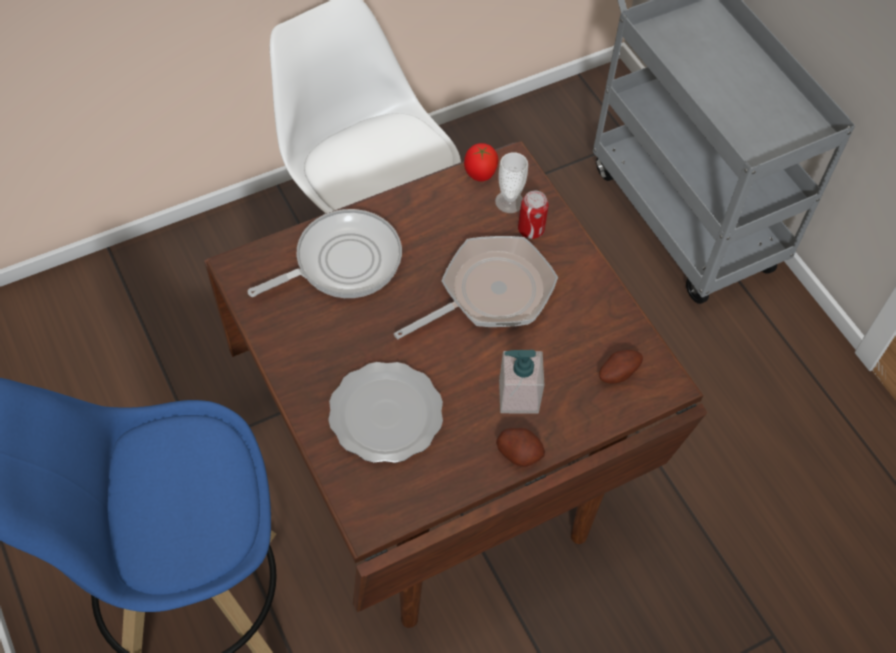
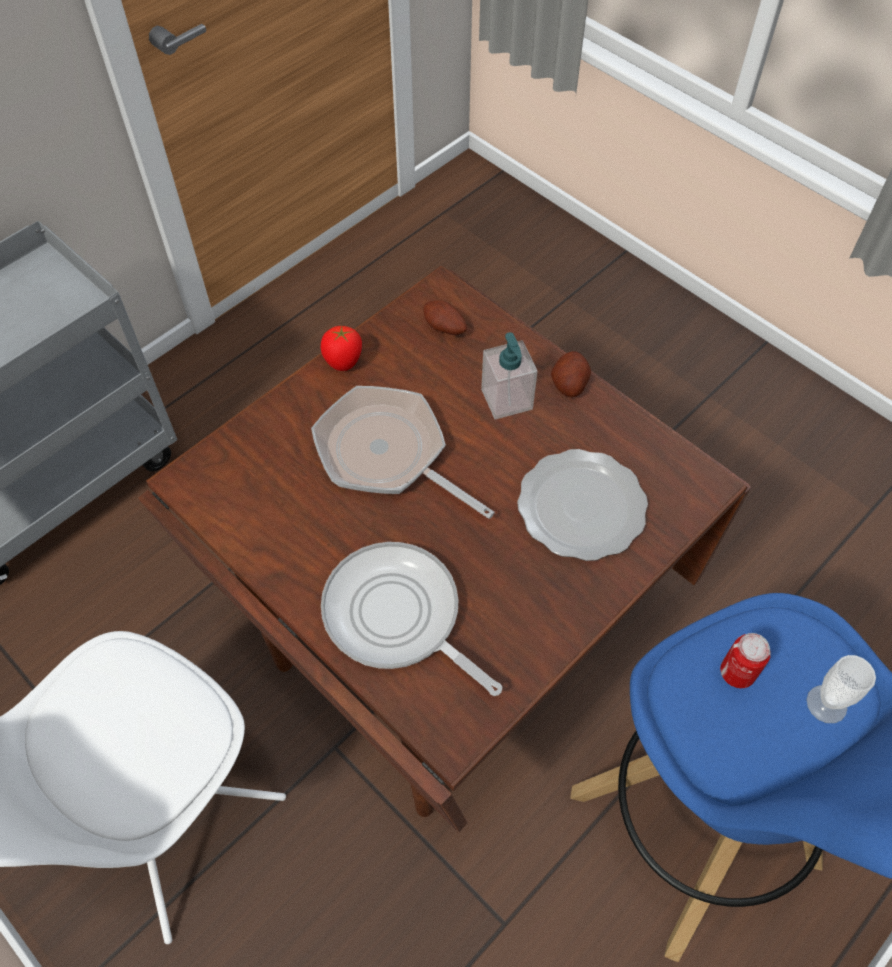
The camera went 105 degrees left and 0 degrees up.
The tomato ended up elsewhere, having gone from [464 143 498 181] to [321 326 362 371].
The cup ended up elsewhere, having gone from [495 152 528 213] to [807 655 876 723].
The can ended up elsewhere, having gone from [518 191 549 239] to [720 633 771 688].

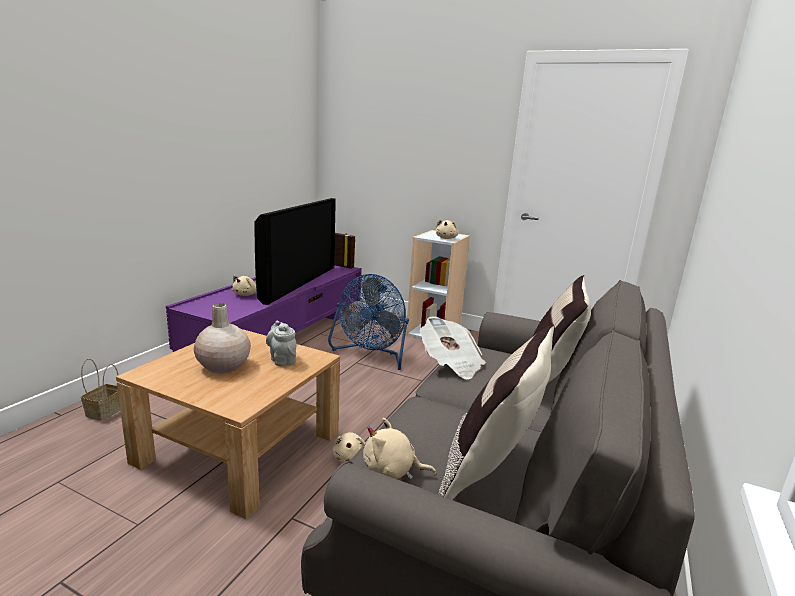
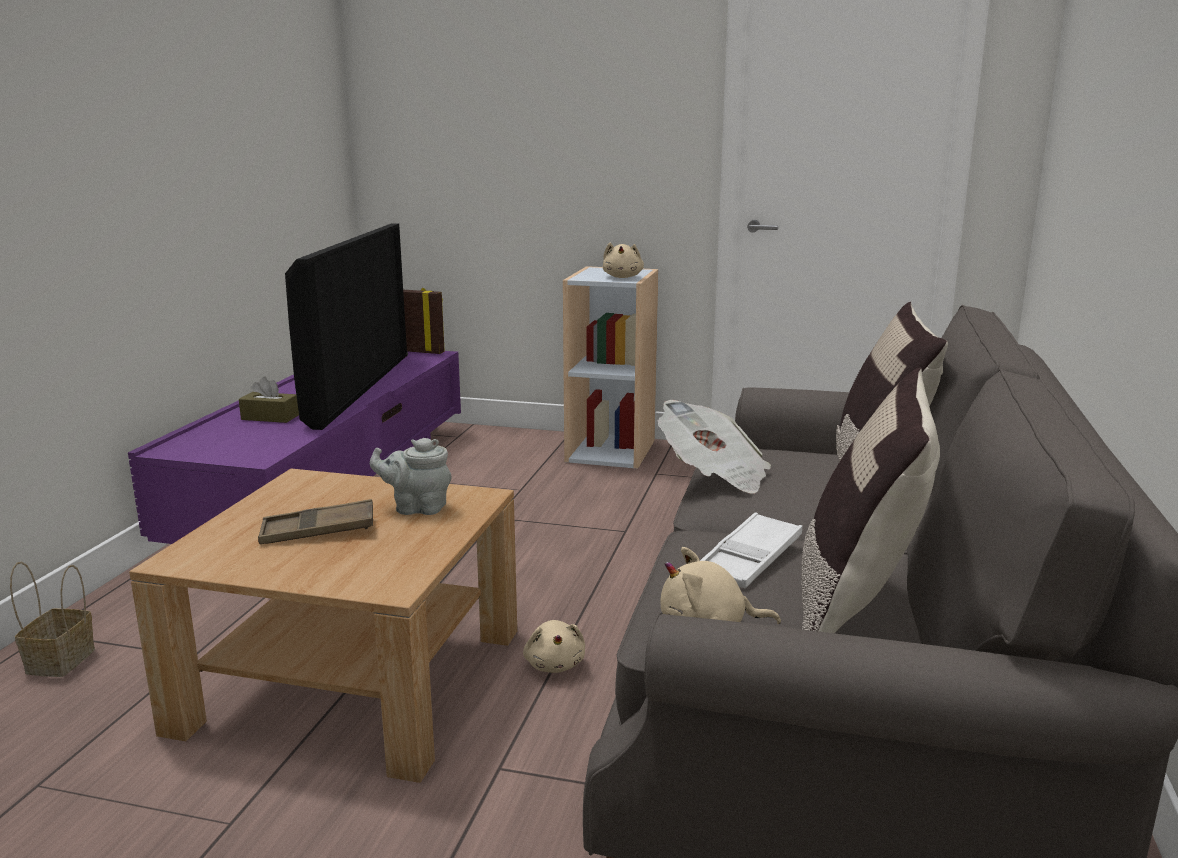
The camera went 10 degrees left and 0 degrees up.
Where the beige vase stood at [194 303 251 373], the brown tray came to stand at [258 499 373 544].
Where the beige plush toy stood at [232 275 257 296], the brown tissue box came to stand at [239 377 299 423].
The grey teapot at [266 320 297 366] ended up facing another way, 45 degrees counterclockwise from before.
The second view lost the blue fan at [328 274 409 370].
The second view gained the white tray at [700 512 802 588].

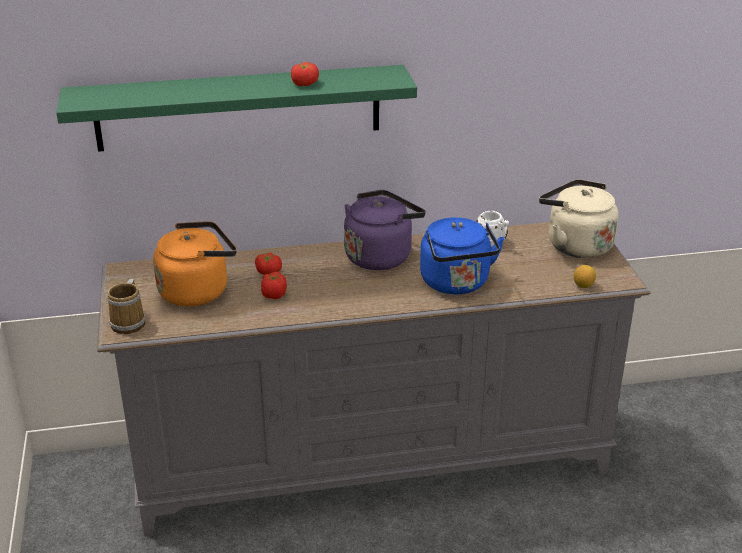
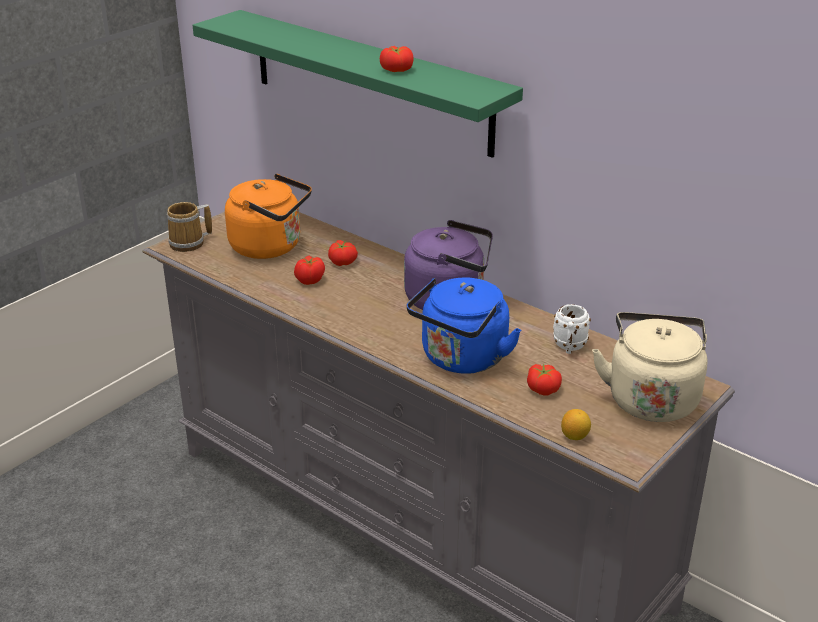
The camera went 50 degrees right and 0 degrees up.
The second view gained the tomato at [527 364 562 396].

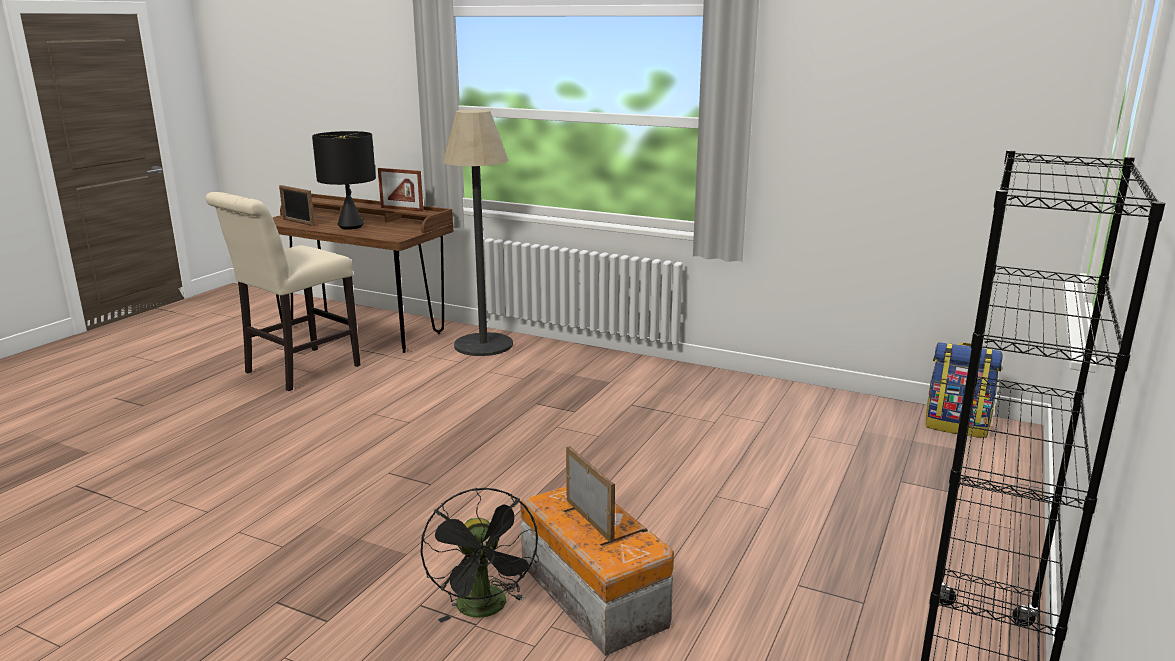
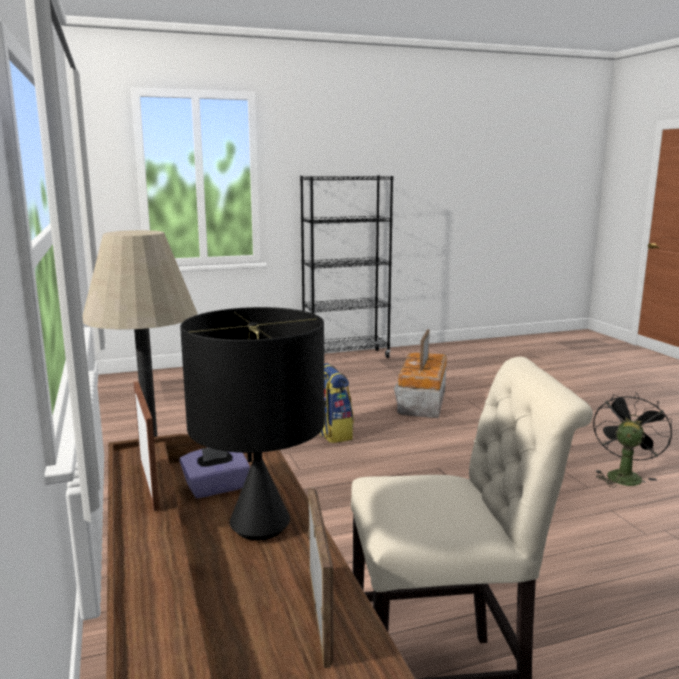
The camera went 135 degrees left and 5 degrees down.
The black fan ended up elsewhere, having gone from [420 487 539 623] to [593 393 672 487].
The backpack ended up elsewhere, having gone from [926 342 1003 438] to [320 363 354 443].
The second view gained the purple tissue box at [180 448 250 498].

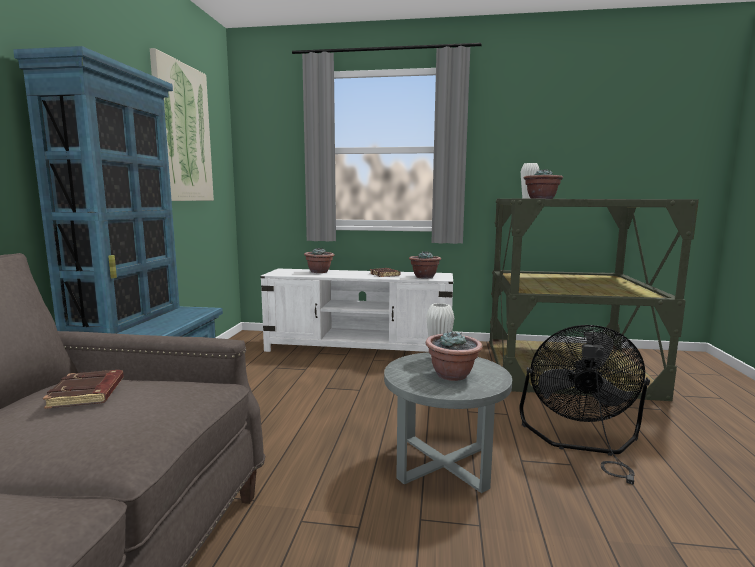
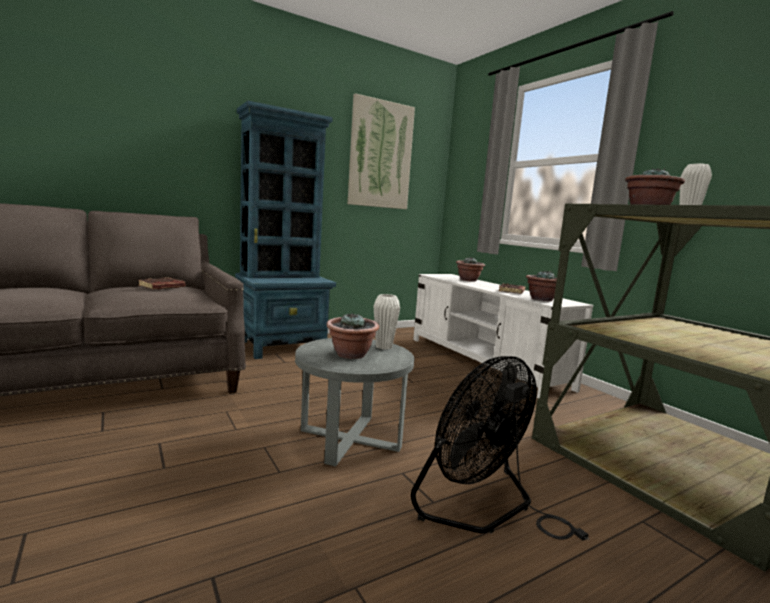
The camera went 50 degrees right and 0 degrees up.
The black fan at [520 325 650 485] ended up facing another way, 105 degrees counterclockwise from before.

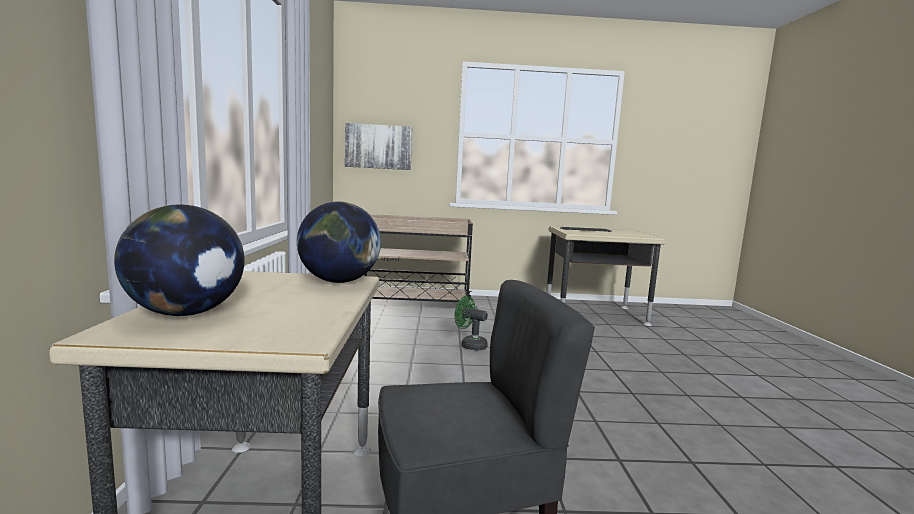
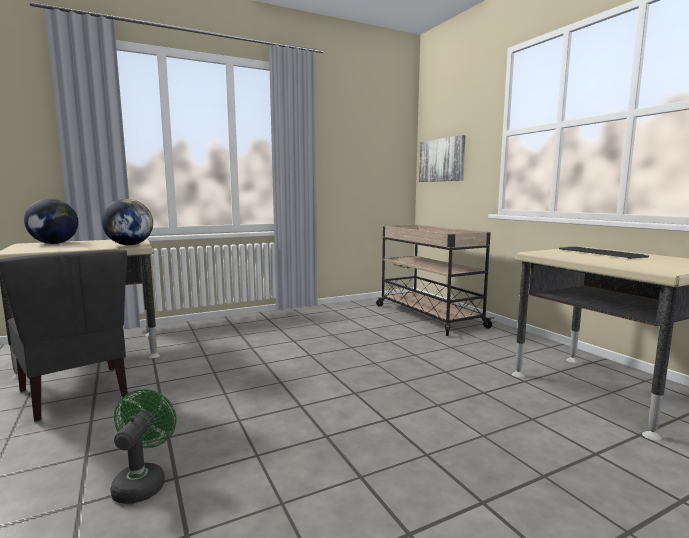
The camera went 65 degrees right and 0 degrees up.
The green fan ended up elsewhere, having gone from [455 296 488 351] to [110 389 177 504].

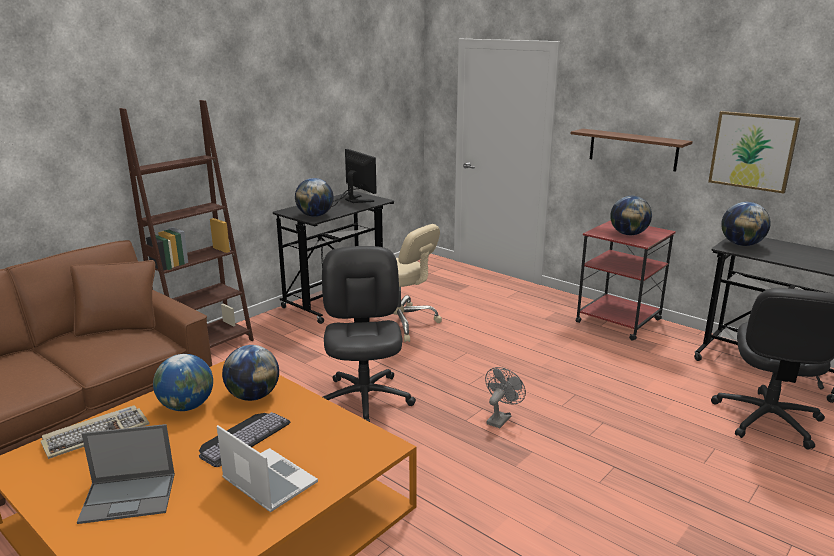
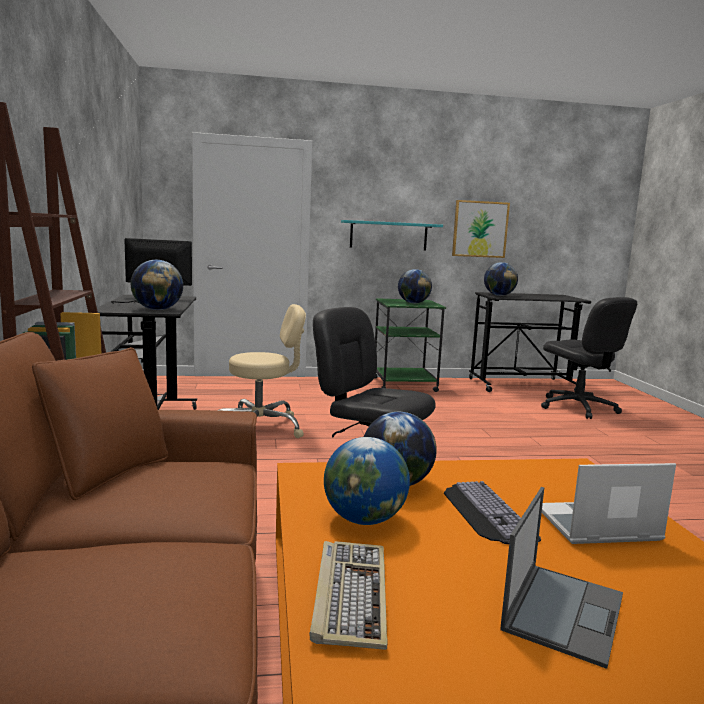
The camera went 50 degrees left and 10 degrees down.
The second view lost the grey fan at [485 367 526 428].
What was the brown shelf at [571 129 693 172] turned into the turquoise shelf at [341 220 443 251].
What was the red cart at [576 220 676 341] turned into the green cart at [374 298 446 392].

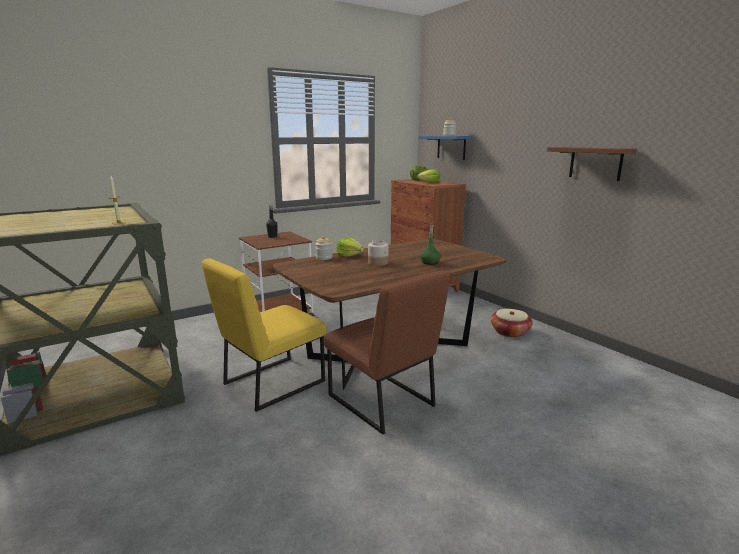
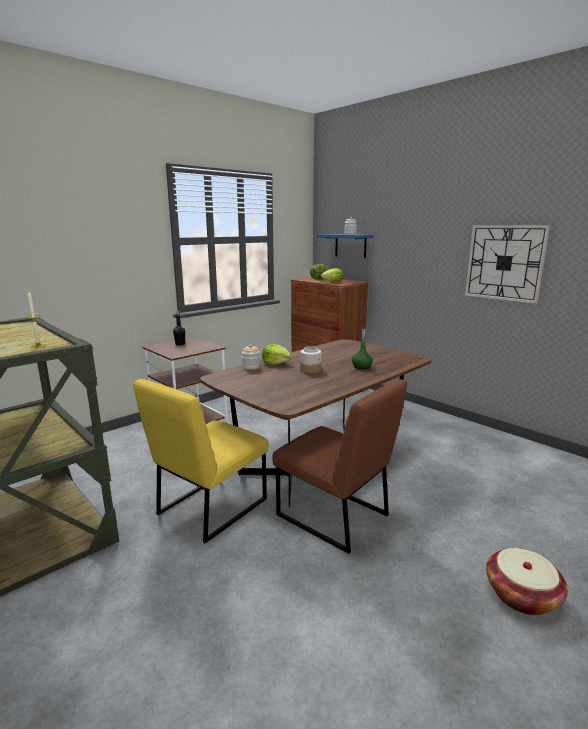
The camera went 10 degrees left and 0 degrees up.
The basket ended up elsewhere, having gone from [491 309 533 338] to [486 548 568 615].
Where the brown shelf hung at [547 147 637 181], the wall clock came to hang at [465 225 550 304].

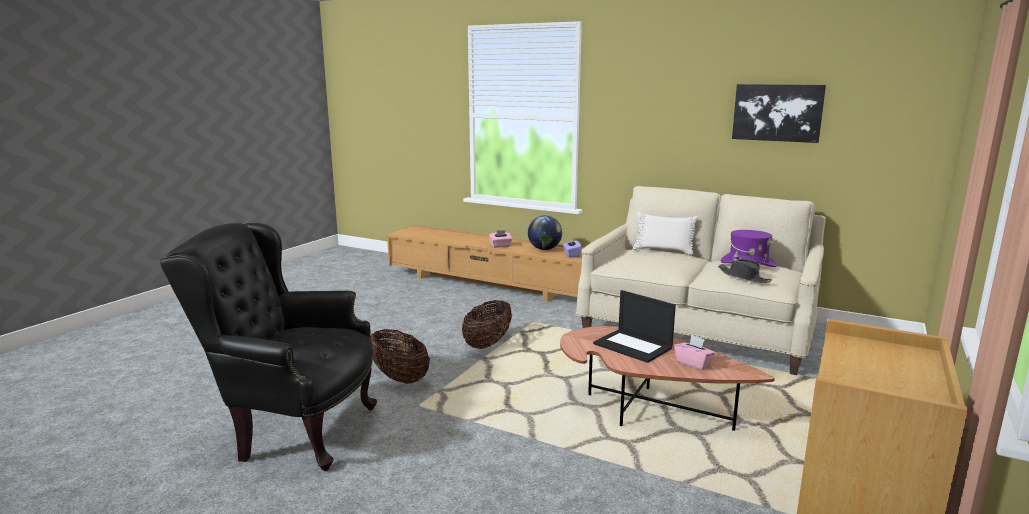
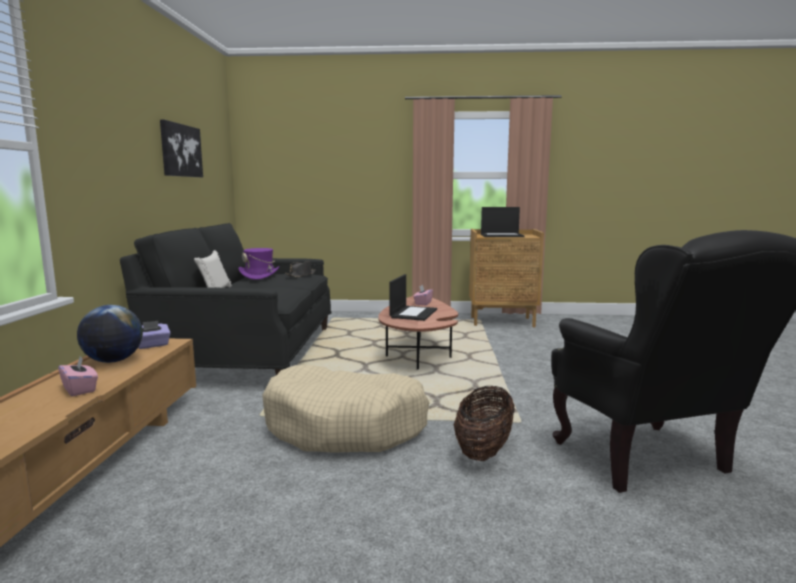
The camera went 115 degrees left and 5 degrees down.
Where the basket stood at [462 300 512 349], the beige dog bed came to stand at [262 365 429 453].
What was the beige sofa at [576 186 826 375] turned into the black sofa at [120 223 332 375].
The second view gained the laptop at [481 207 525 237].

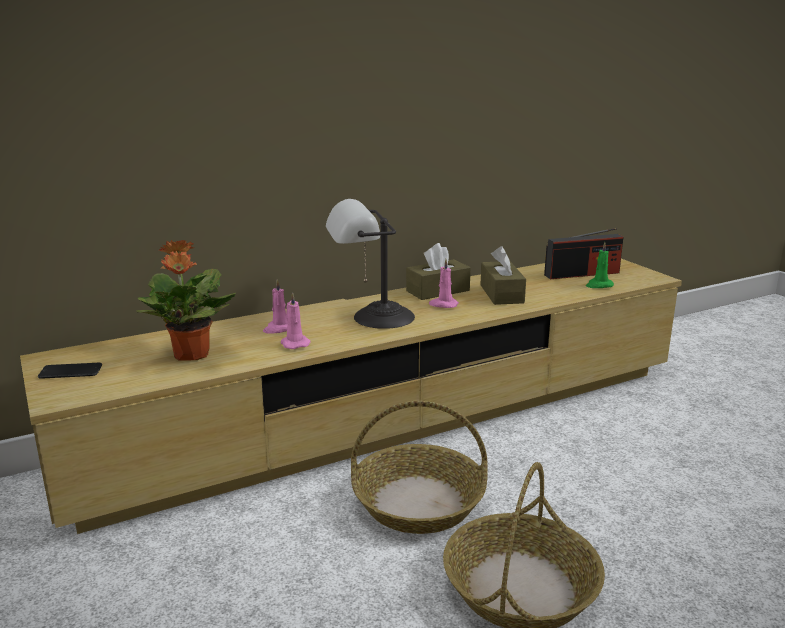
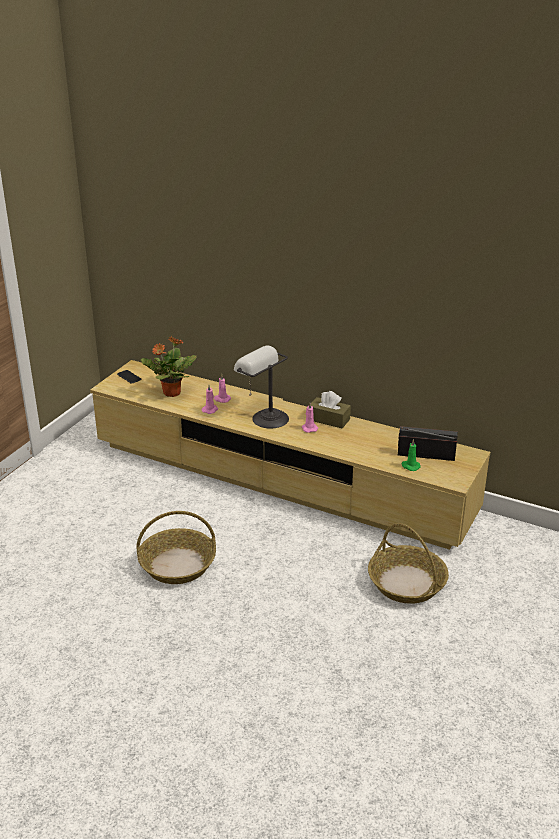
The camera went 55 degrees right and 10 degrees up.
The basket ended up elsewhere, having gone from [351 400 488 534] to [368 523 449 604].
The second view lost the brown tissue box at [480 246 526 305].
The radio at [544 228 623 279] ended up facing another way, 150 degrees clockwise from before.

